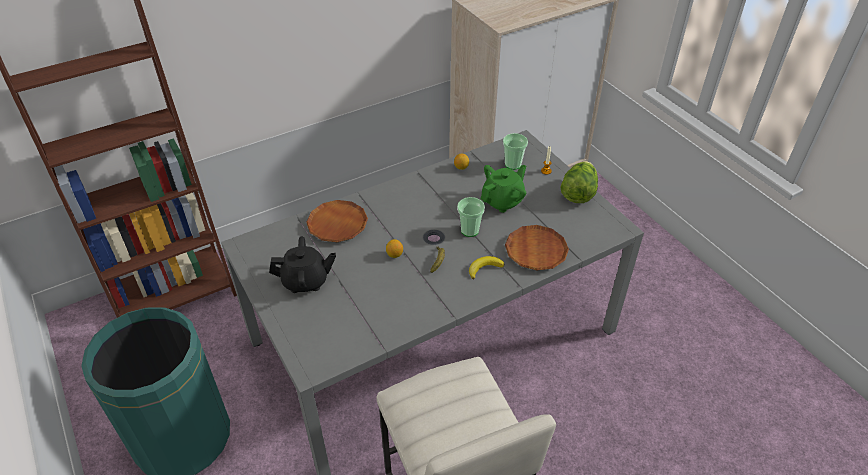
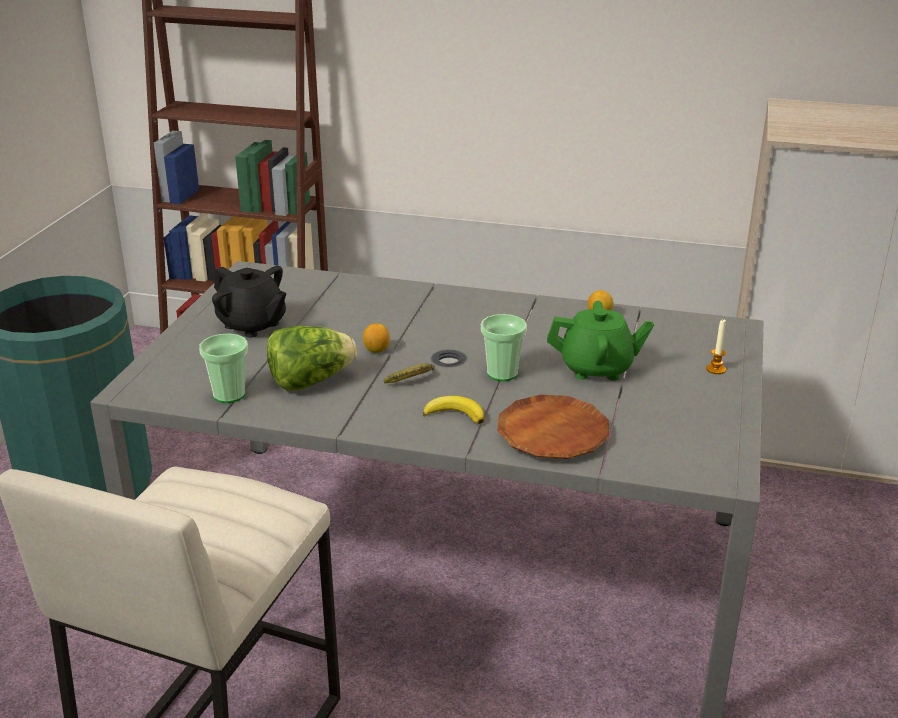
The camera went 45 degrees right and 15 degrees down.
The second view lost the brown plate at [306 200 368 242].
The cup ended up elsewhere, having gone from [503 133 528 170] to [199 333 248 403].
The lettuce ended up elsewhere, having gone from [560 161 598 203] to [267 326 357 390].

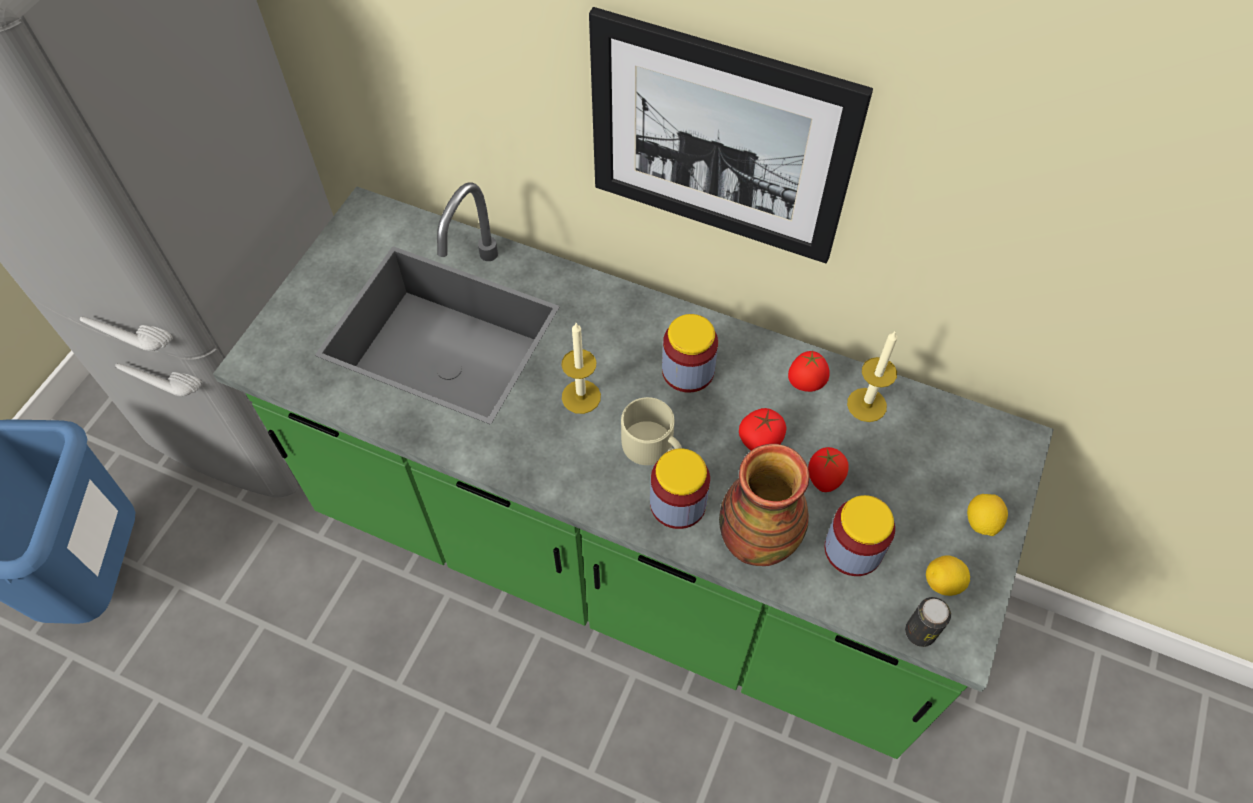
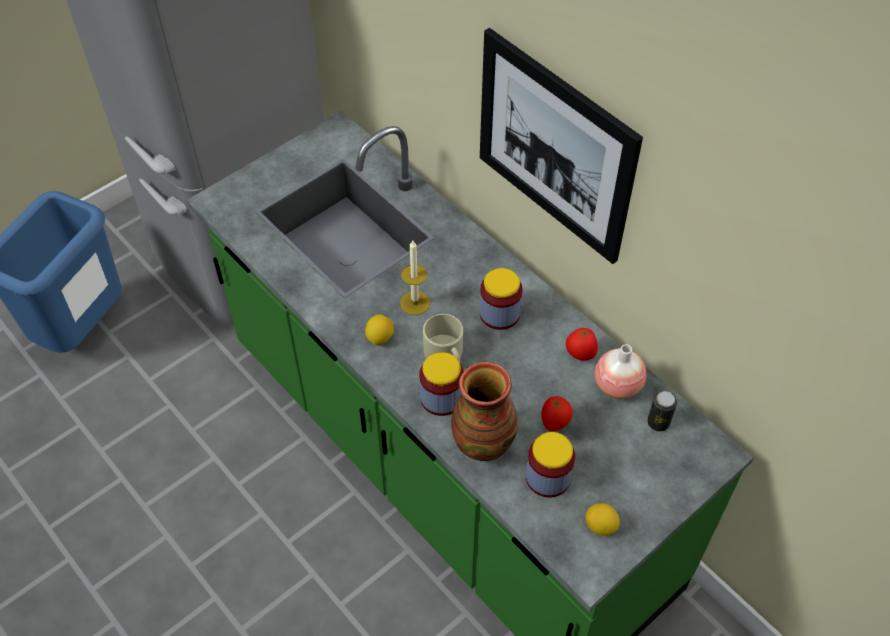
The camera went 25 degrees right and 5 degrees down.
The second view lost the tomato at [739 408 787 451].
Where the candle stood at [847 332 897 422], the vase came to stand at [595 344 646 399].
The can ended up elsewhere, having gone from [905 597 951 647] to [647 391 677 431].
The lemon ended up elsewhere, having gone from [967 494 1008 536] to [365 314 394 345].

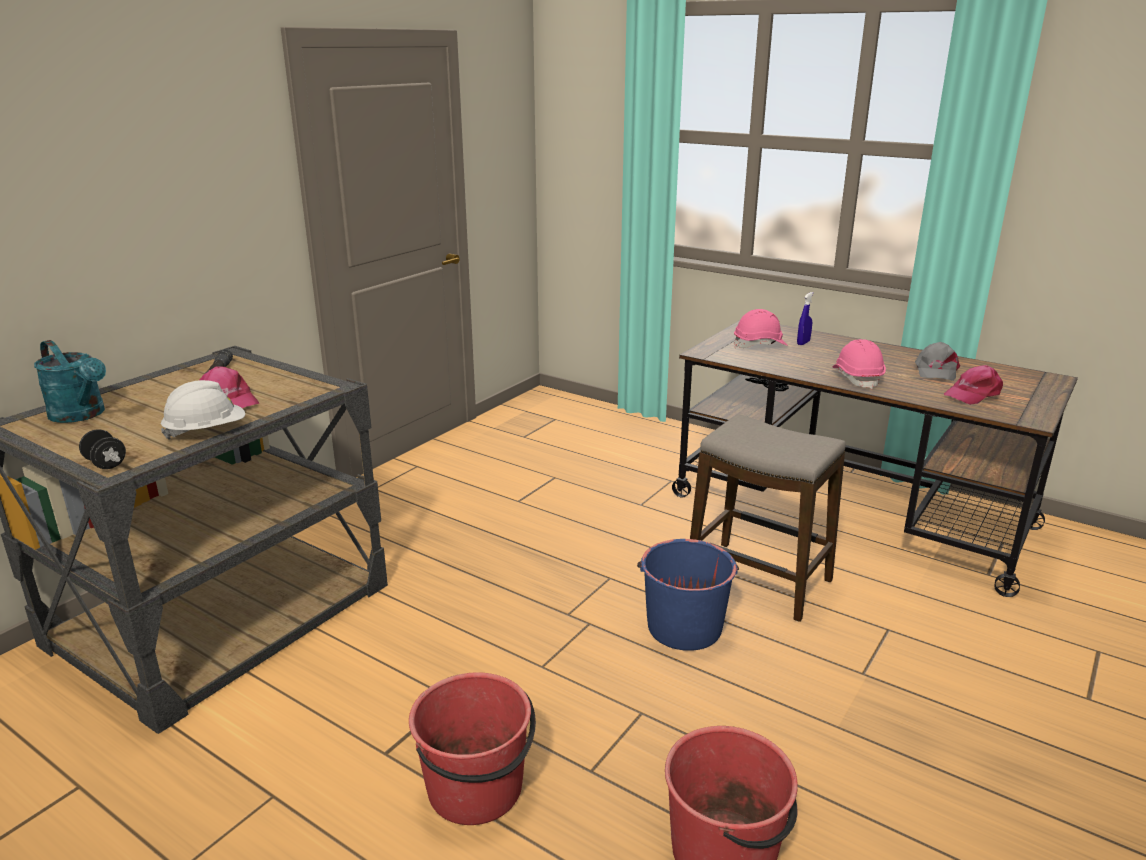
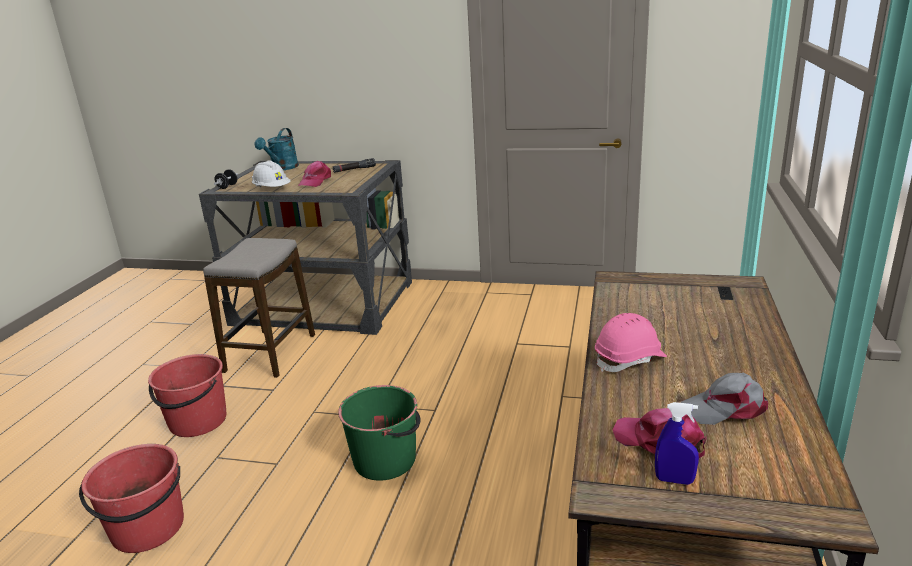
The camera went 70 degrees right and 0 degrees up.
What was the blue bucket at [637 539 739 651] turned into the green bucket at [338 385 421 481].
The stool ended up elsewhere, having gone from [690 414 846 622] to [203 238 315 378].
The second view lost the pink hard hat at [734 309 788 348].
The blue spray bottle ended up elsewhere, having gone from [797 292 814 345] to [655 402 699 485].

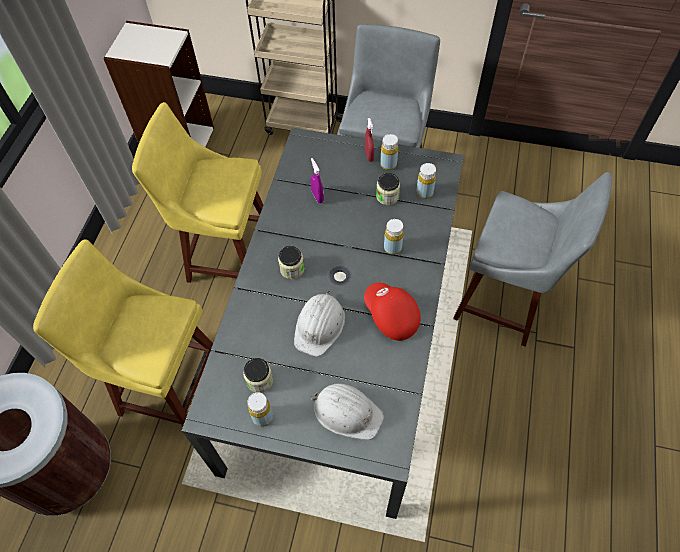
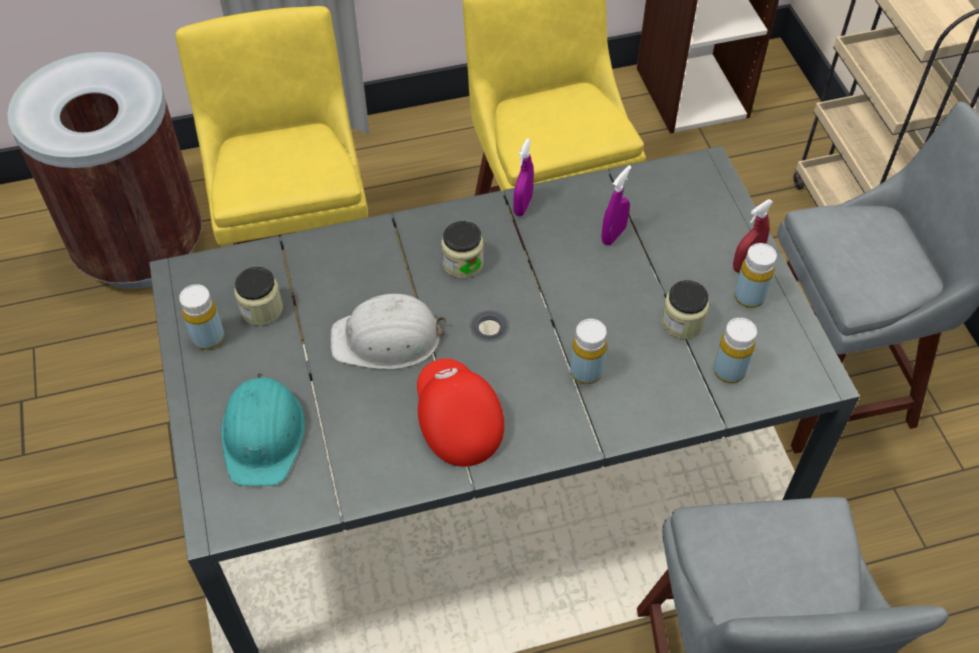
The camera went 60 degrees right and 5 degrees down.
What was the white hard hat at [311 383 384 440] turned into the turquoise hard hat at [221 373 305 486].
The red cap at [364 282 421 341] ended up facing another way, 45 degrees counterclockwise from before.
The second view gained the purple spray bottle at [513 139 534 216].

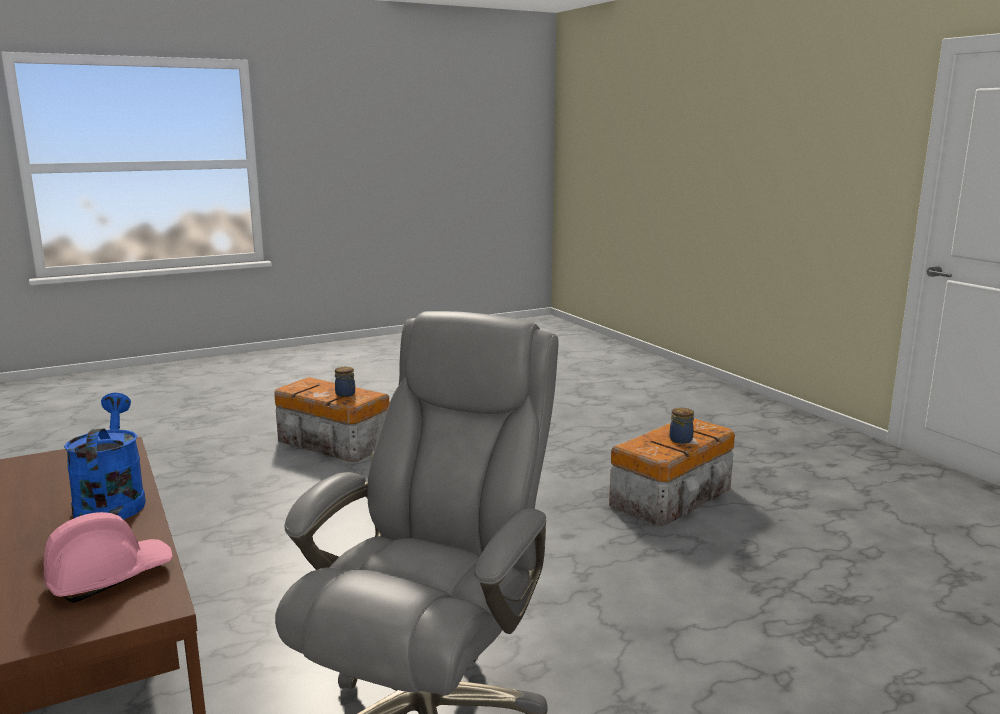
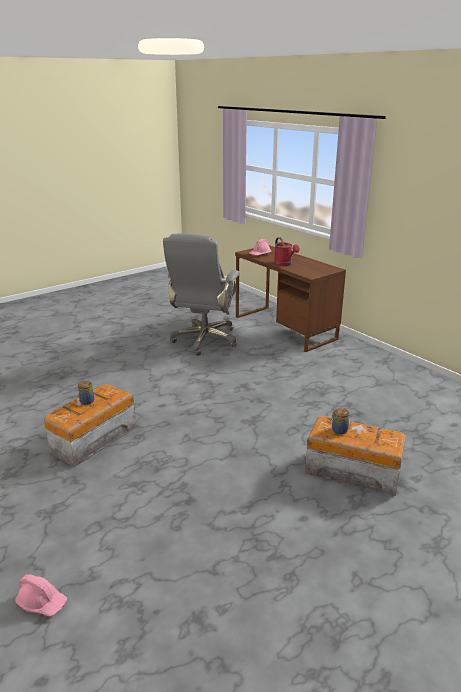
The camera went 170 degrees right and 10 degrees up.
What was the blue watering can at [64 393 146 520] turned into the red watering can at [274 237 300 266].
The second view gained the pink hard hat at [15 574 67 616].

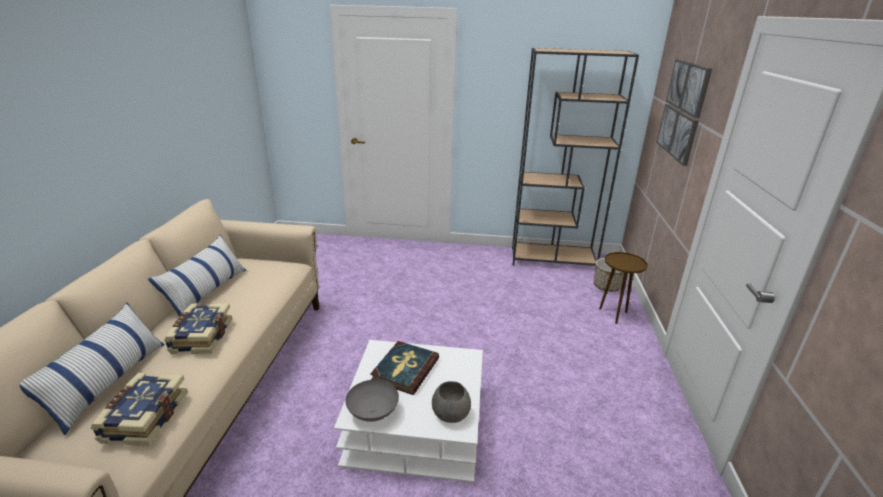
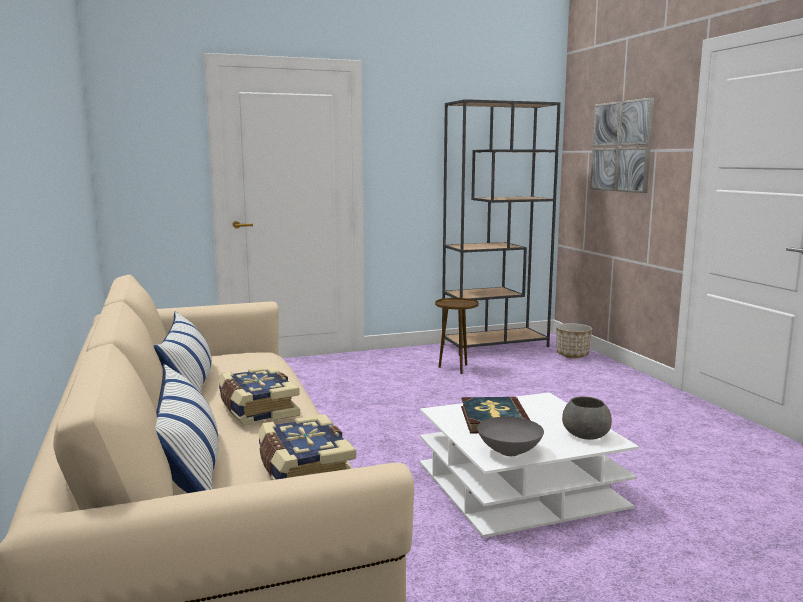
The camera went 25 degrees left and 15 degrees down.
The brown side table ended up elsewhere, having gone from [599 252 648 324] to [435 298 479 374].

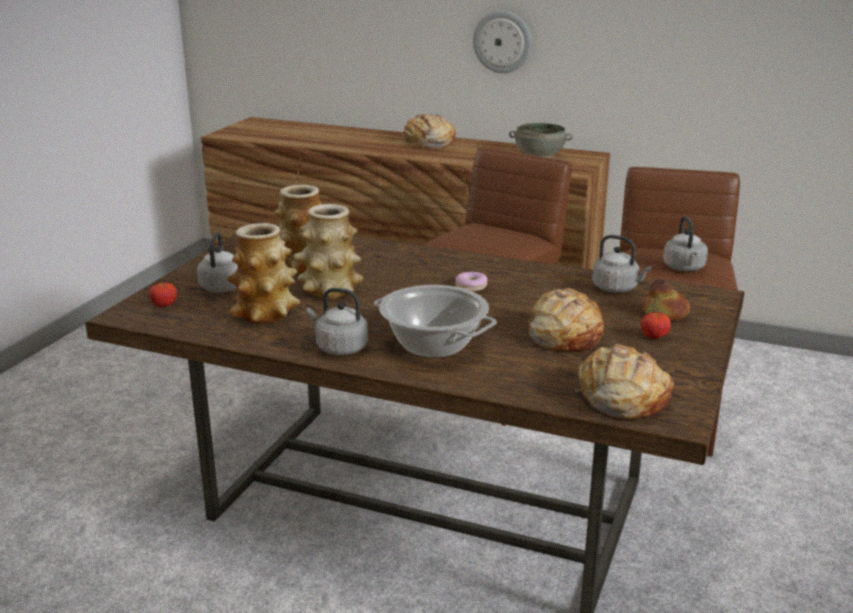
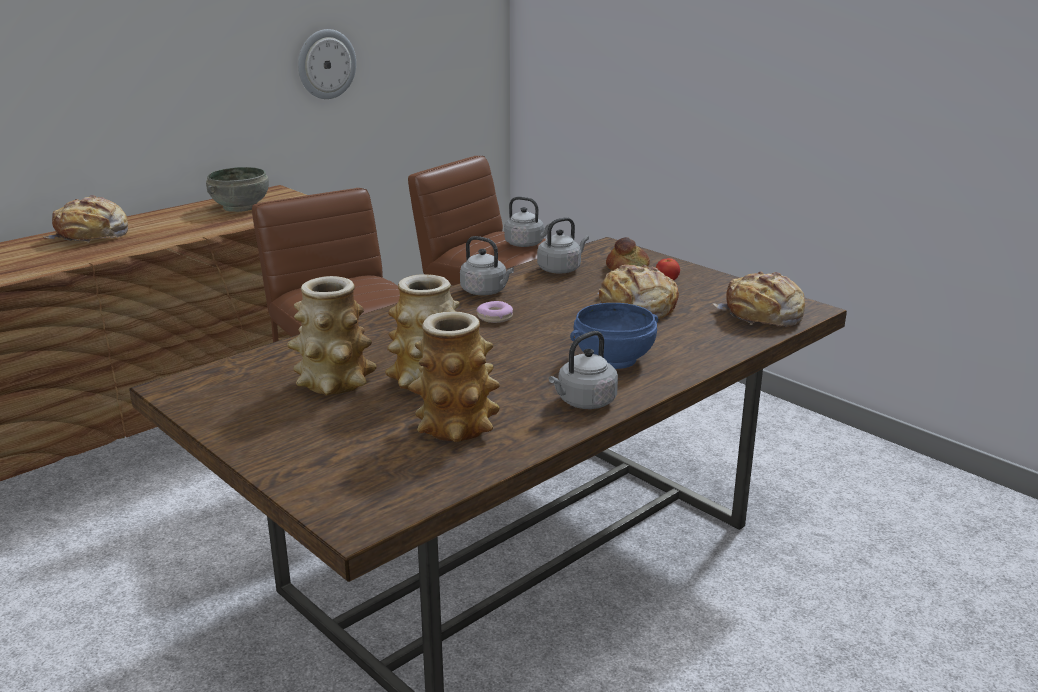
The camera went 65 degrees left and 0 degrees up.
The second view lost the tomato at [149 283 177 307].
The grey kettle ended up elsewhere, having gone from [197 232 238 292] to [460 236 514 295].
Where the cooking pot stood at [374 285 497 358], the blue bowl came to stand at [570 303 658 369].
The wall clock ended up elsewhere, having gone from [473 11 532 73] to [298 29 356 99].

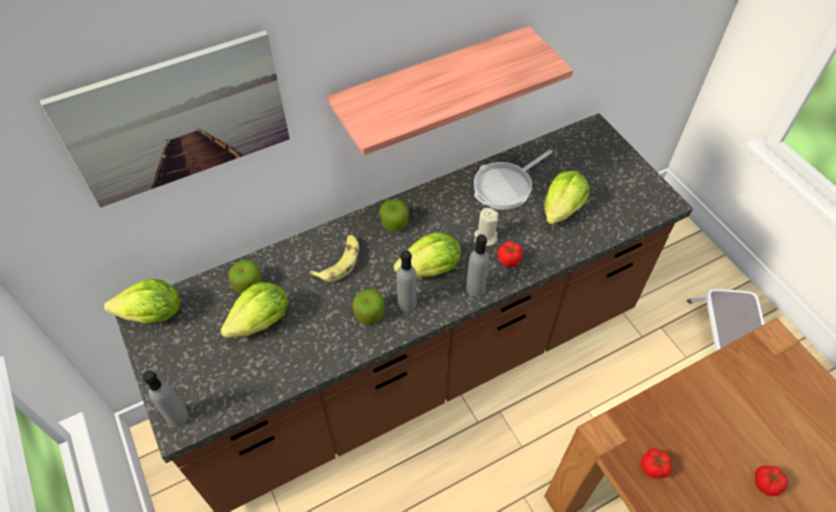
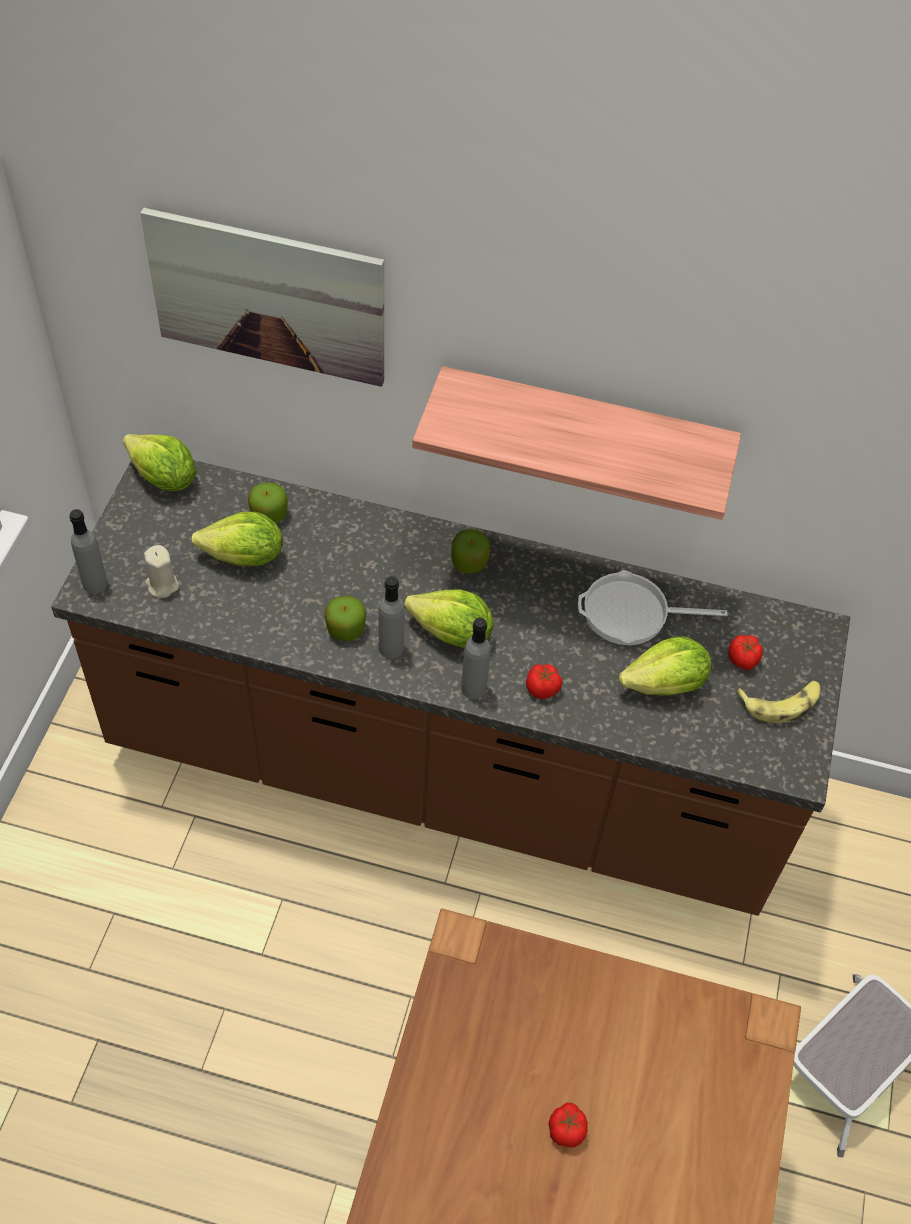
The camera went 40 degrees right and 0 degrees up.
The banana ended up elsewhere, having gone from [310 235 360 282] to [736 681 820 723].
The beige candle ended up elsewhere, having gone from [474 208 499 246] to [144 545 179 598].
The tomato ended up elsewhere, having gone from [641 449 672 479] to [729 635 763 670].

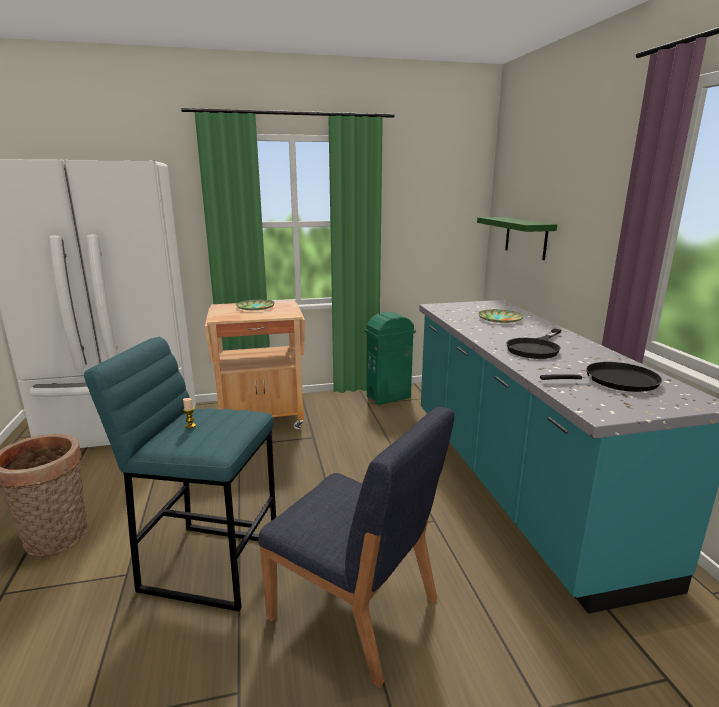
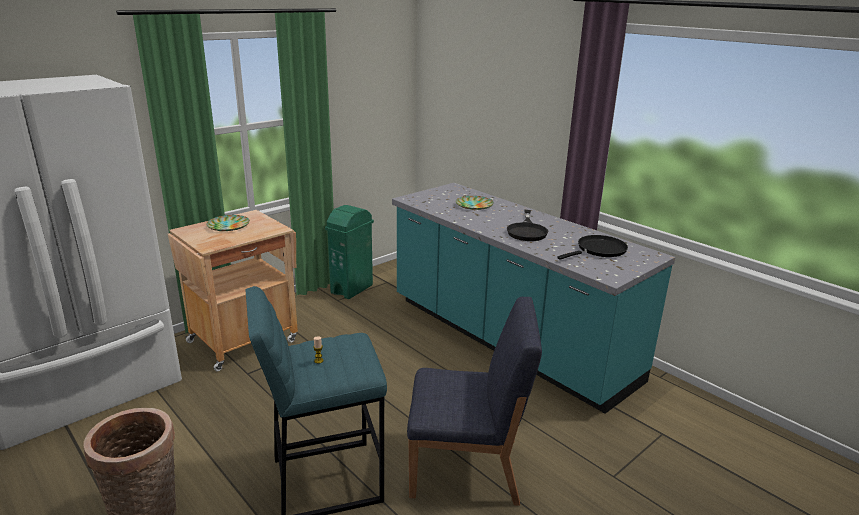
The camera went 30 degrees left and 5 degrees up.
The second view lost the green shelf at [477 217 557 260].

